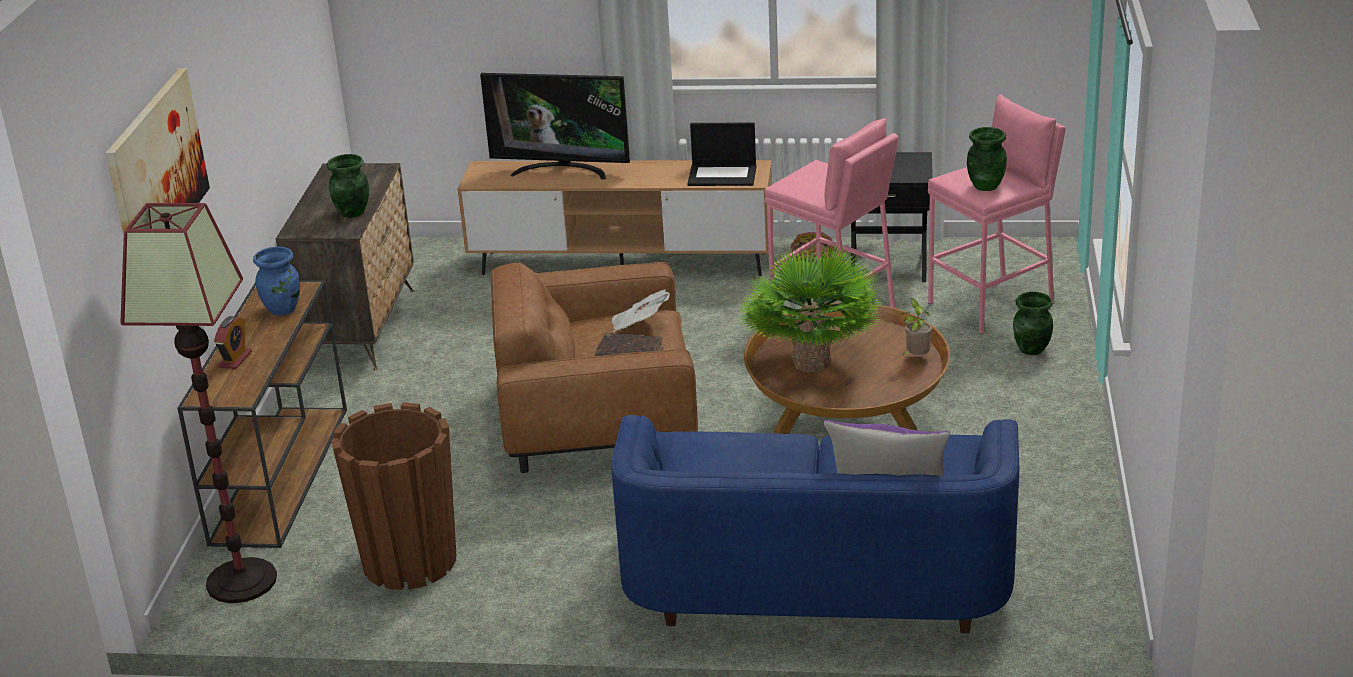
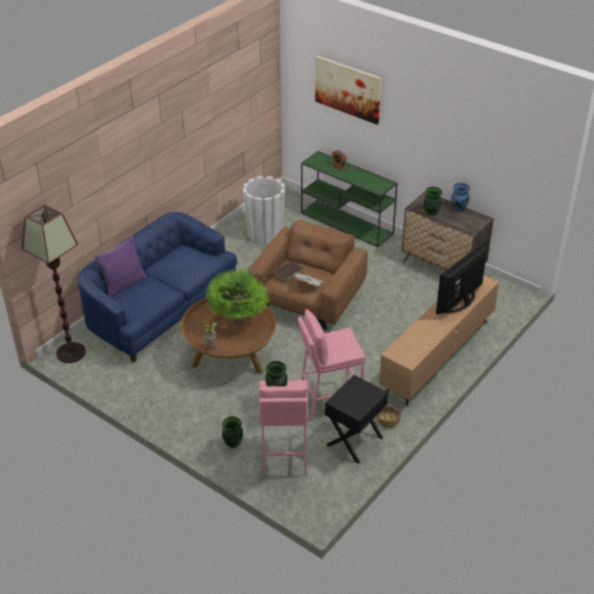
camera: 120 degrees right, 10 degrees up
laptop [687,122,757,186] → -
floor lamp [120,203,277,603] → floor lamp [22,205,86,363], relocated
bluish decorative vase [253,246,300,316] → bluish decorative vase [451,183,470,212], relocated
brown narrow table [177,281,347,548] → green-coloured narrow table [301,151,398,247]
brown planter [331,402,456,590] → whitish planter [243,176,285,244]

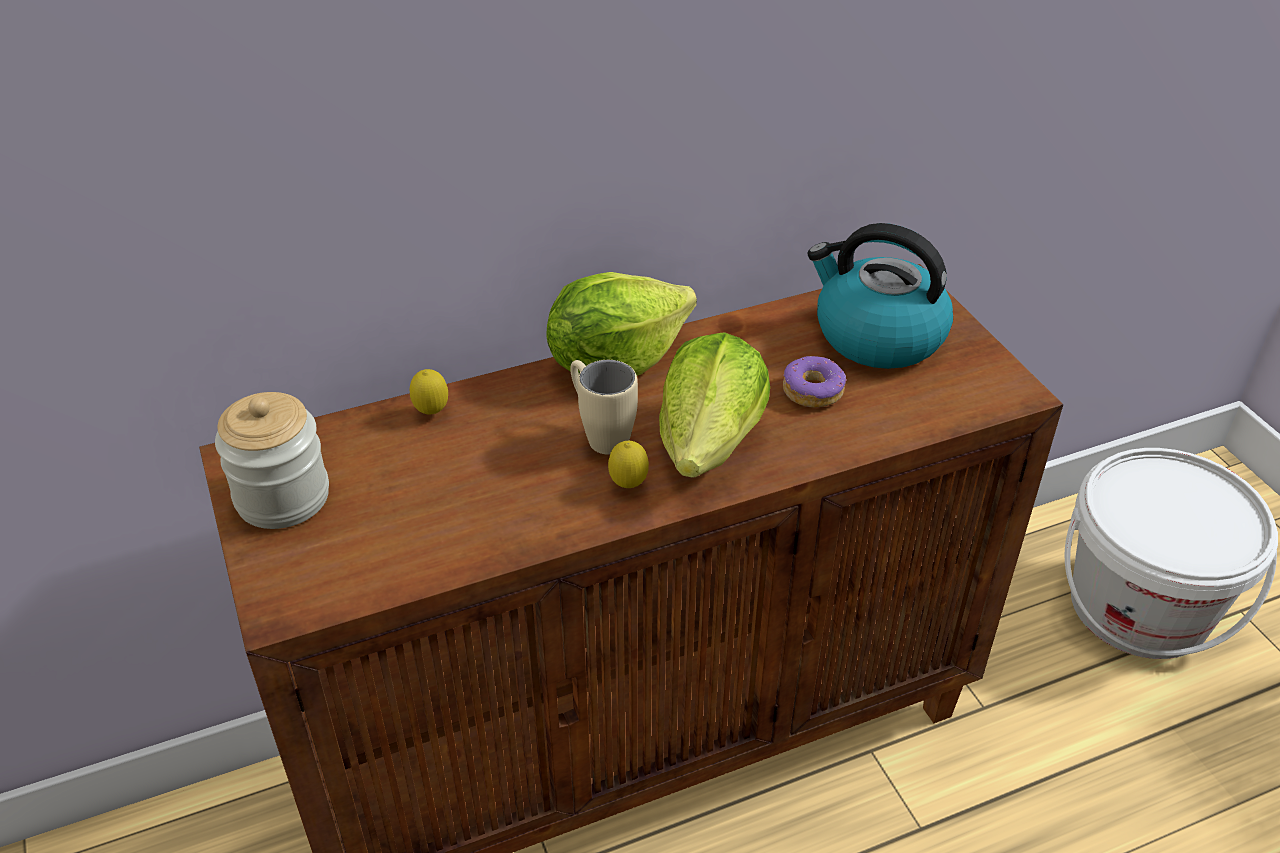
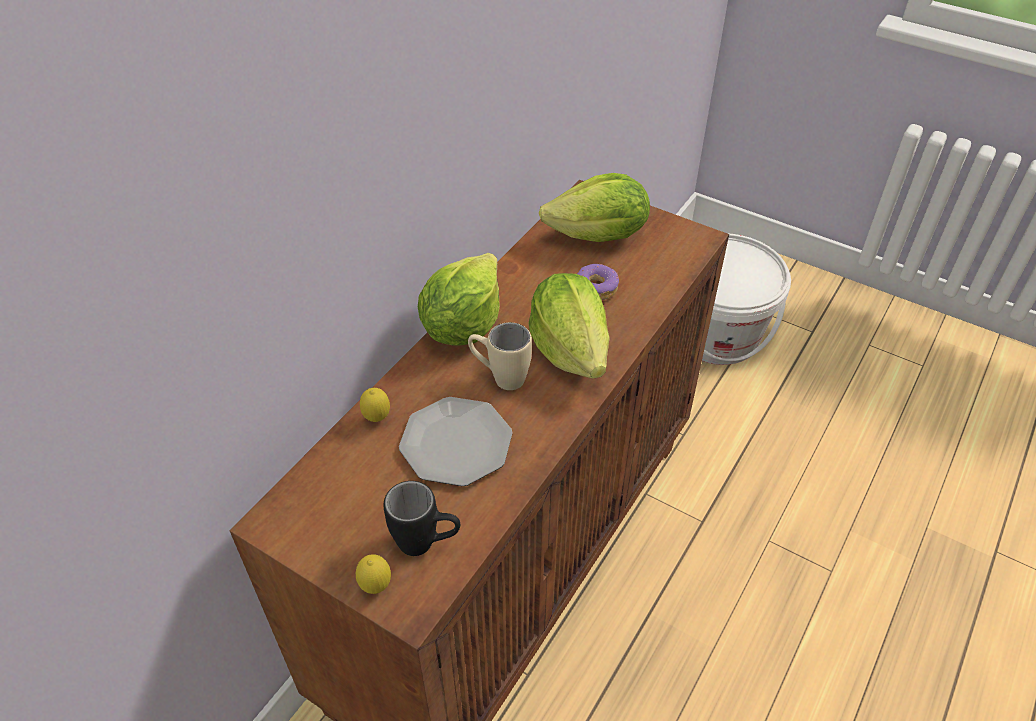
camera: 35 degrees left, 5 degrees up
kettle [808,223,953,369] → lettuce head [539,173,650,242]
jar [215,392,329,529] → -
lemon [608,441,649,488] → lemon [356,554,391,594], relocated
- → flat dish [399,397,513,486]
- → blackish coffee mug [383,481,460,556]

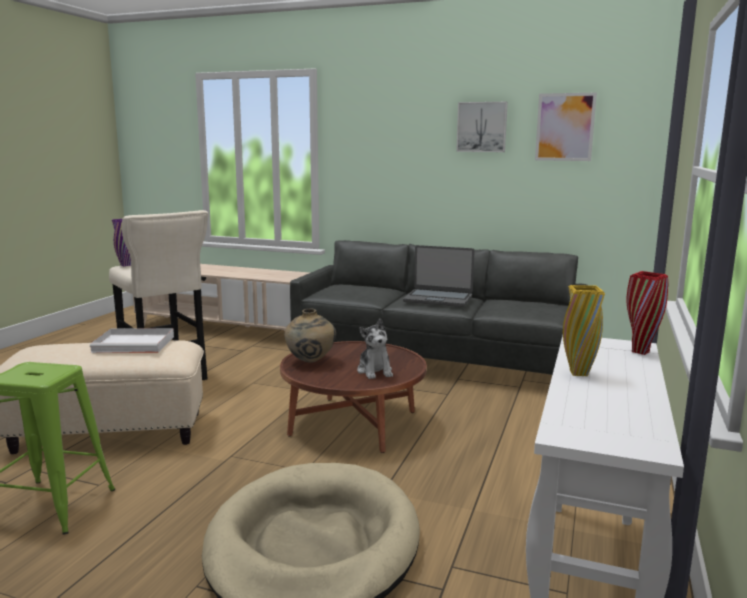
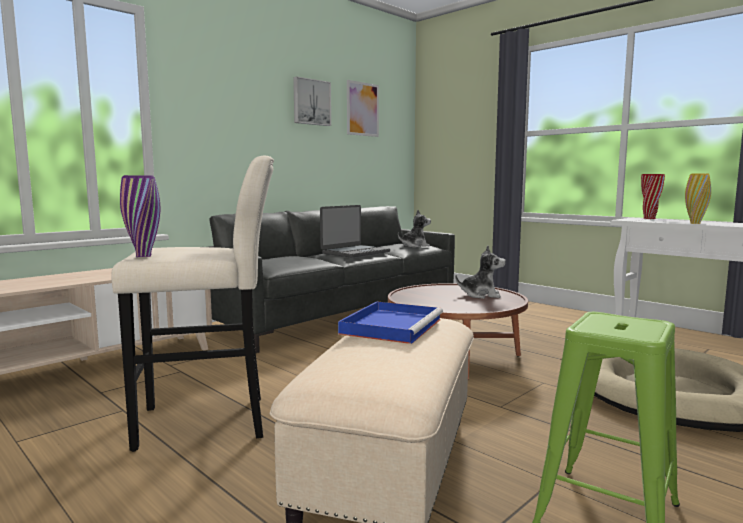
camera: 65 degrees left, 5 degrees down
beige-coloured decorative vase [284,309,336,363] → -
whitish carrying tray [90,328,174,353] → bluish carrying tray [338,301,443,344]
- → cuddly toy [398,210,431,247]

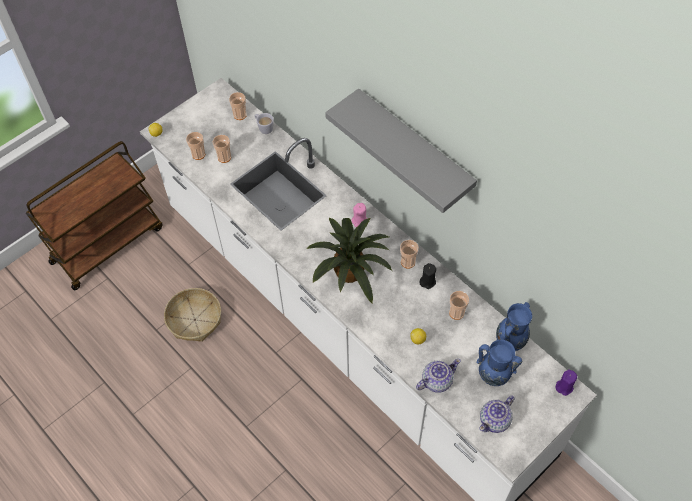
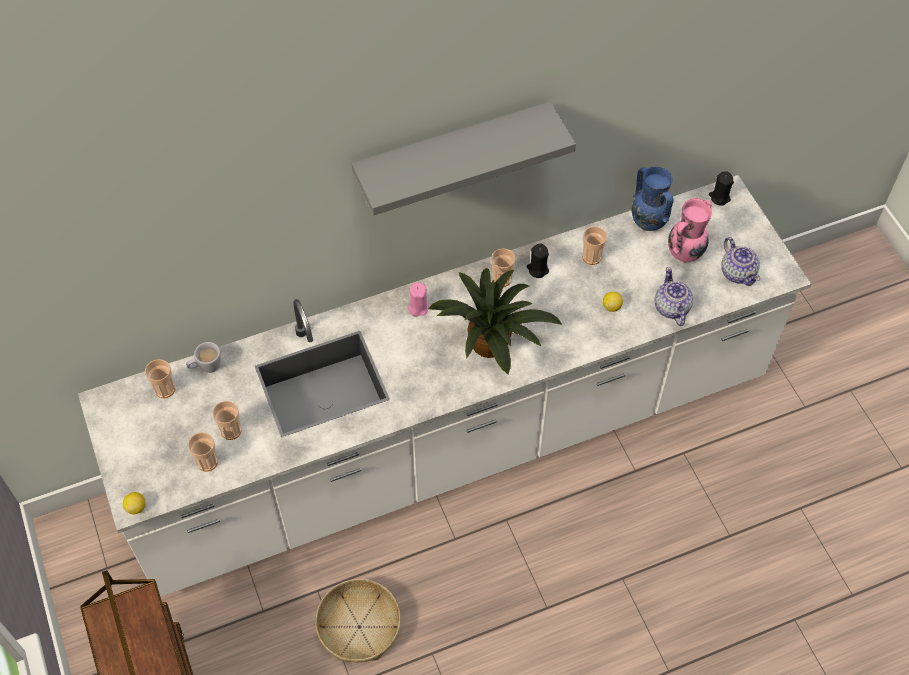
camera: 70 degrees left, 0 degrees up
bluish decorative vase [476,340,522,386] → pink-coloured decorative vase [668,198,712,263]
purplish candle [555,370,577,396] → blackish candle [709,171,734,206]

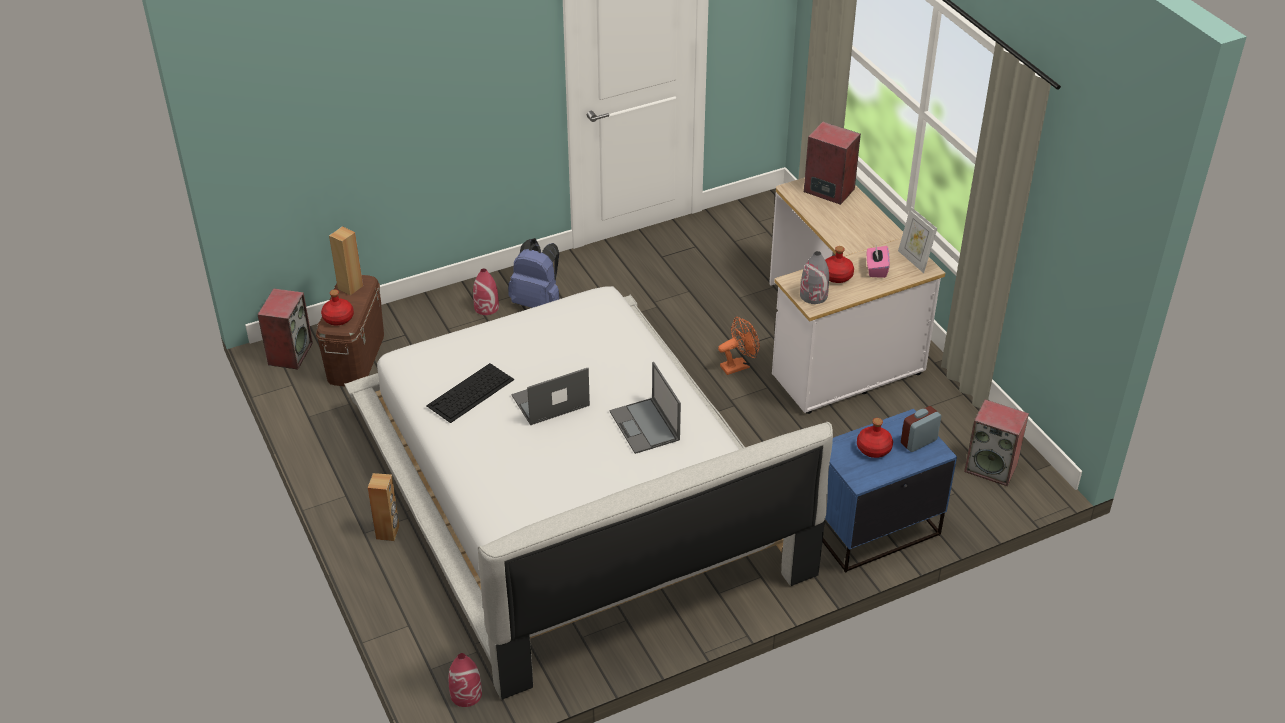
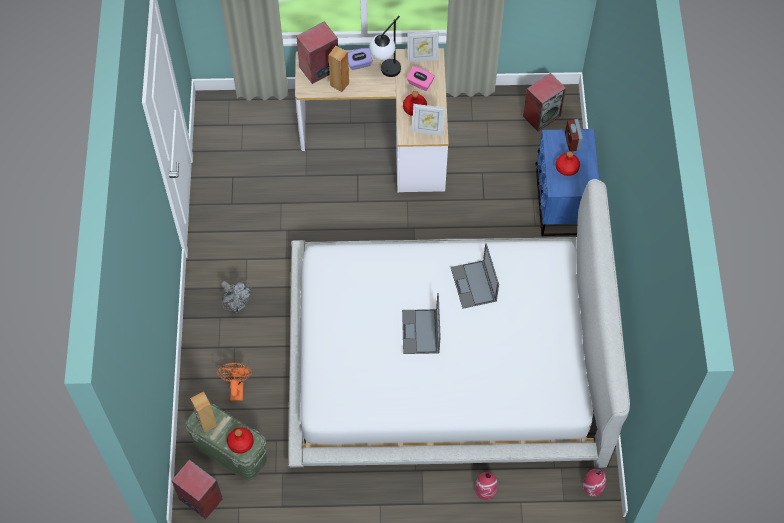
camera: 65 degrees left, 20 degrees up
bluish knapsack [508,238,559,308] → greyish electric fan [221,281,251,313]
greyish decorative vase [800,251,829,304] → photo frame [412,104,446,136]
red decorative vase [473,268,499,315] → red decorative vase [475,472,498,500], relocated
brown storage container [316,275,384,386] → green-coloured storage container [186,403,267,481]
orangey electric fan [718,317,760,375] → orangey electric fan [216,363,253,401], relocated
laptop [609,362,681,454] → laptop [451,243,499,309], 75 degrees clockwise
keyboard [426,363,514,423] → -
brown audio speaker [368,473,400,541] → brown audio speaker [329,46,349,92], relocated
- → lamp for a table [369,16,401,77]
- → purplish tissue holder [348,48,373,70]

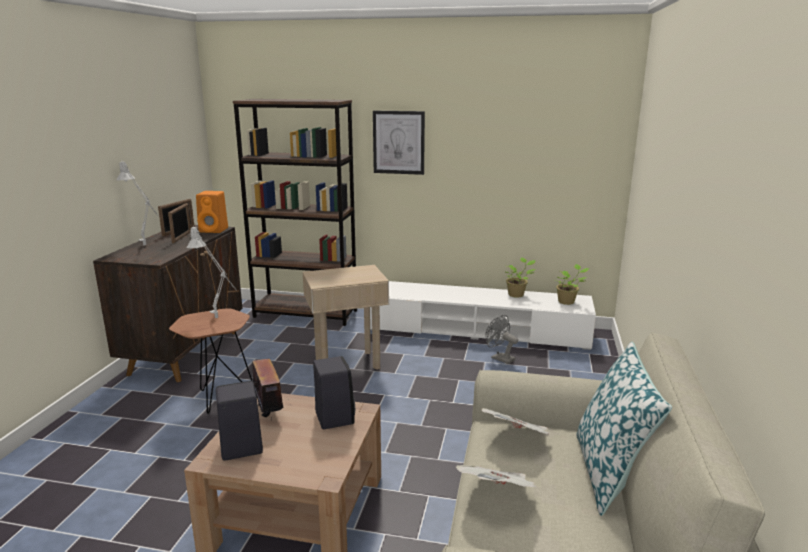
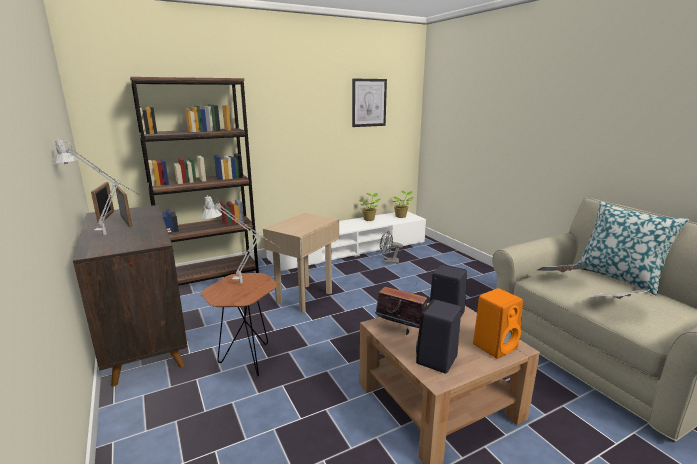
camera: 40 degrees left, 0 degrees up
wall art [373,111,425,175] → wall art [352,78,387,127], relocated
orangey audio speaker [196,191,228,233] → orangey audio speaker [473,288,523,359], relocated

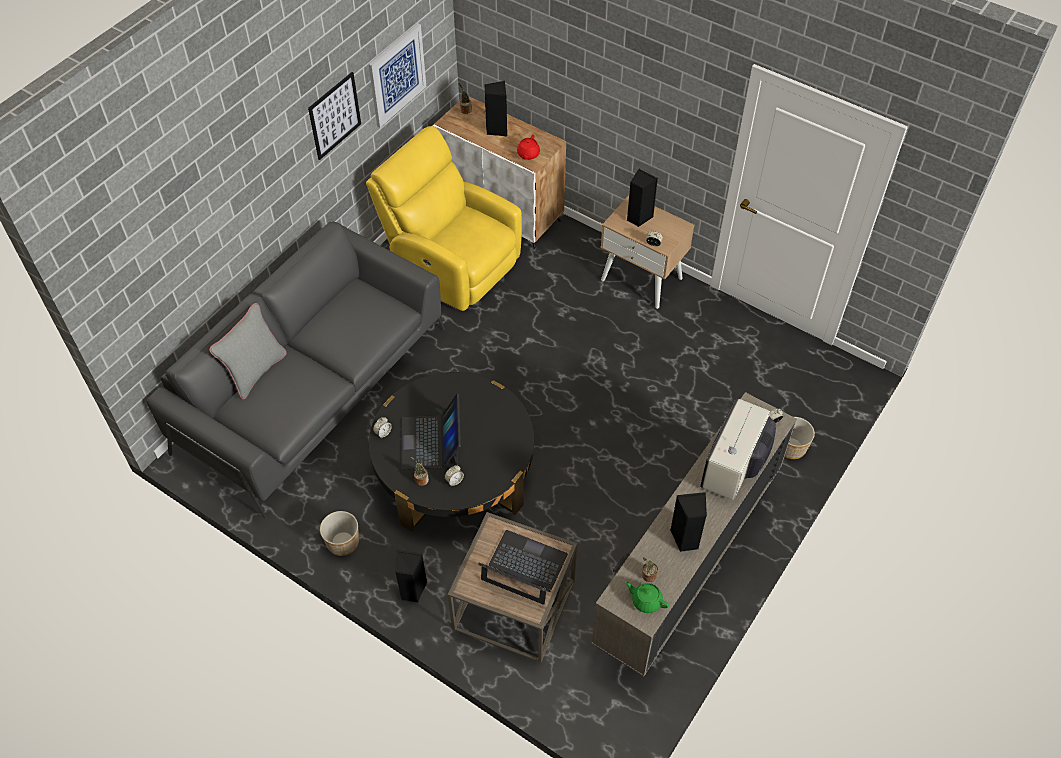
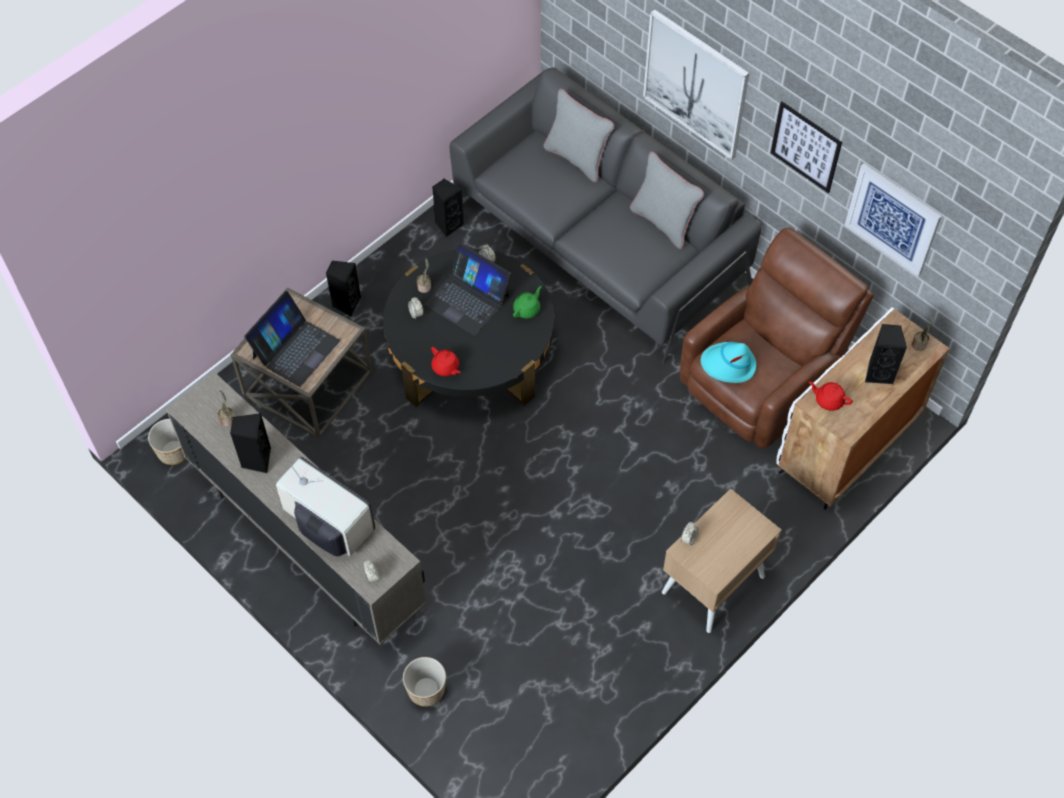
camera: 100 degrees right, 5 degrees up
yellow-coloured easy chair [366,126,522,311] → brown easy chair [680,228,874,449]
blackish audio speaker [627,169,658,227] → blackish audio speaker [432,179,464,238], relocated
laptop [401,394,461,469] → laptop [424,243,511,335], 150 degrees counterclockwise
planter [320,511,359,556] → planter [148,419,186,465], relocated
green-coloured pot for tea [625,581,669,613] → green-coloured pot for tea [513,286,542,319], relocated
- → wall art [643,9,749,160]
- → greyish pillow [630,151,704,249]
- → turquoise-coloured wearable hat [701,342,756,383]
- → red pot for tea [431,347,460,376]

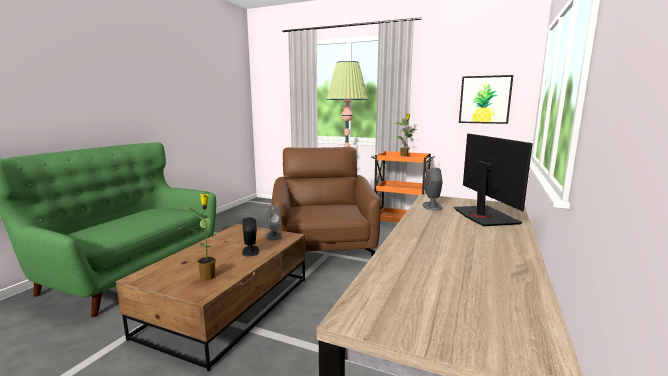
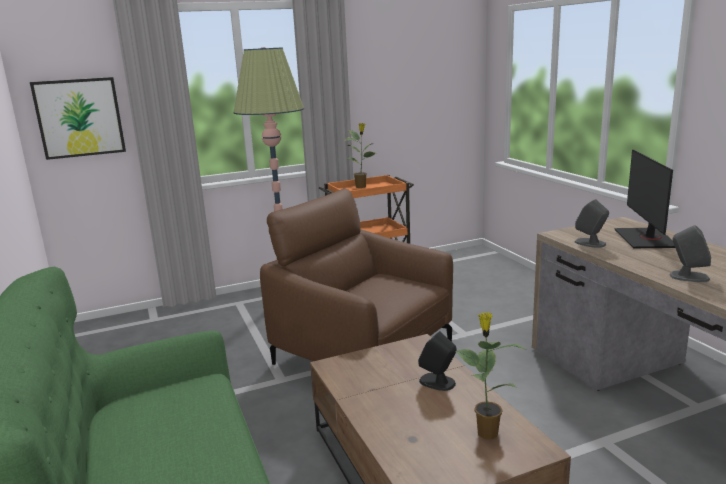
camera: 45 degrees left, 5 degrees up
wall art [459,75,513,124] → wall art [30,77,126,160], relocated
computer screen [454,133,533,226] → computer screen [614,149,675,248], 120 degrees counterclockwise
greyish audio speaker [266,205,282,240] → greyish audio speaker [670,225,711,282], relocated

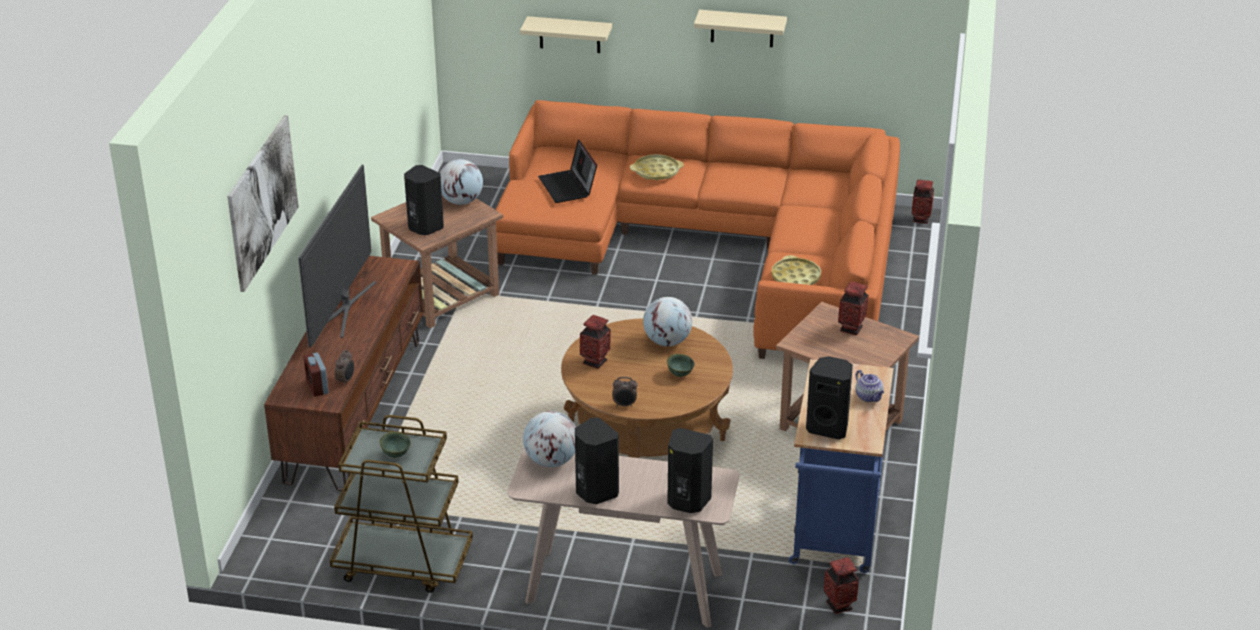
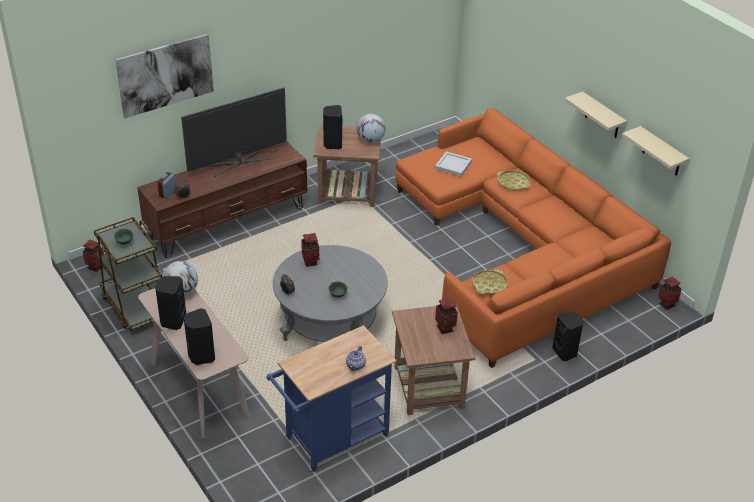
camera: 45 degrees right, 5 degrees up
beige-coloured bracket shelf [520,16,612,53] → beige-coloured bracket shelf [622,126,689,176], relocated
laptop [538,139,597,203] → whitish carrying tray [435,151,472,176]
desk globe [643,297,692,346] → -
brown lounge table [561,318,733,458] → greyish lounge table [273,245,388,342]
blackish audio speaker [806,356,853,440] → blackish audio speaker [552,312,583,361], relocated
decorative vase [824,557,859,614] → decorative vase [83,240,104,272], relocated

